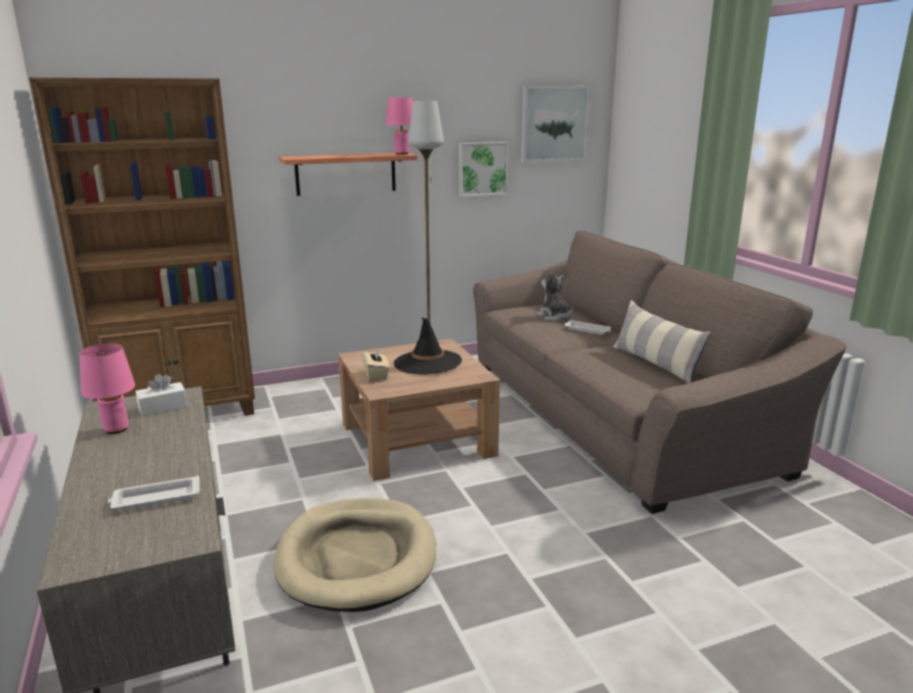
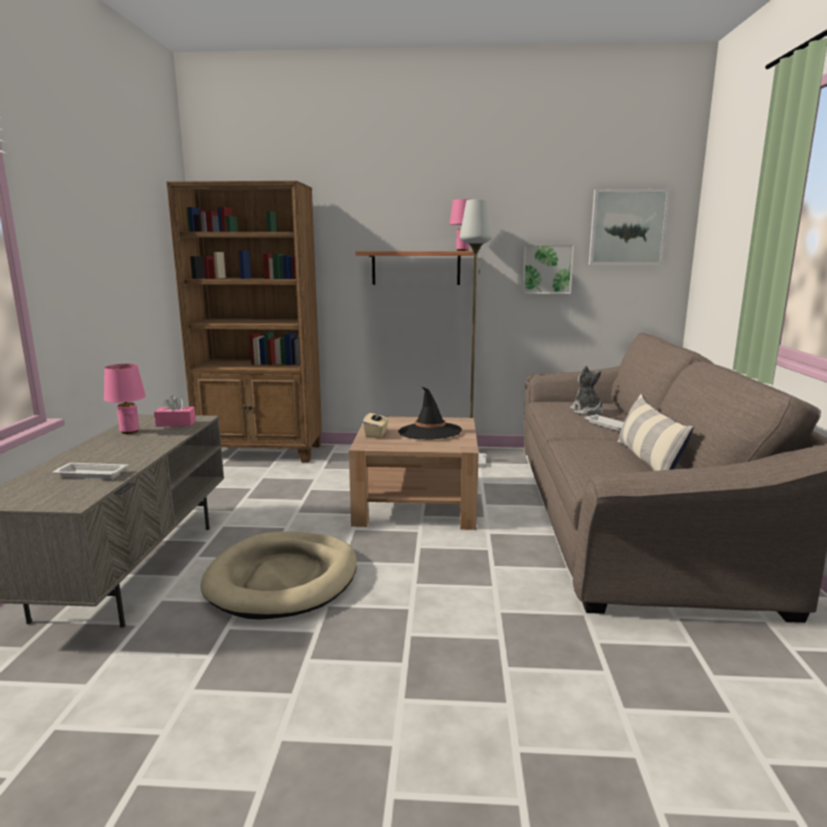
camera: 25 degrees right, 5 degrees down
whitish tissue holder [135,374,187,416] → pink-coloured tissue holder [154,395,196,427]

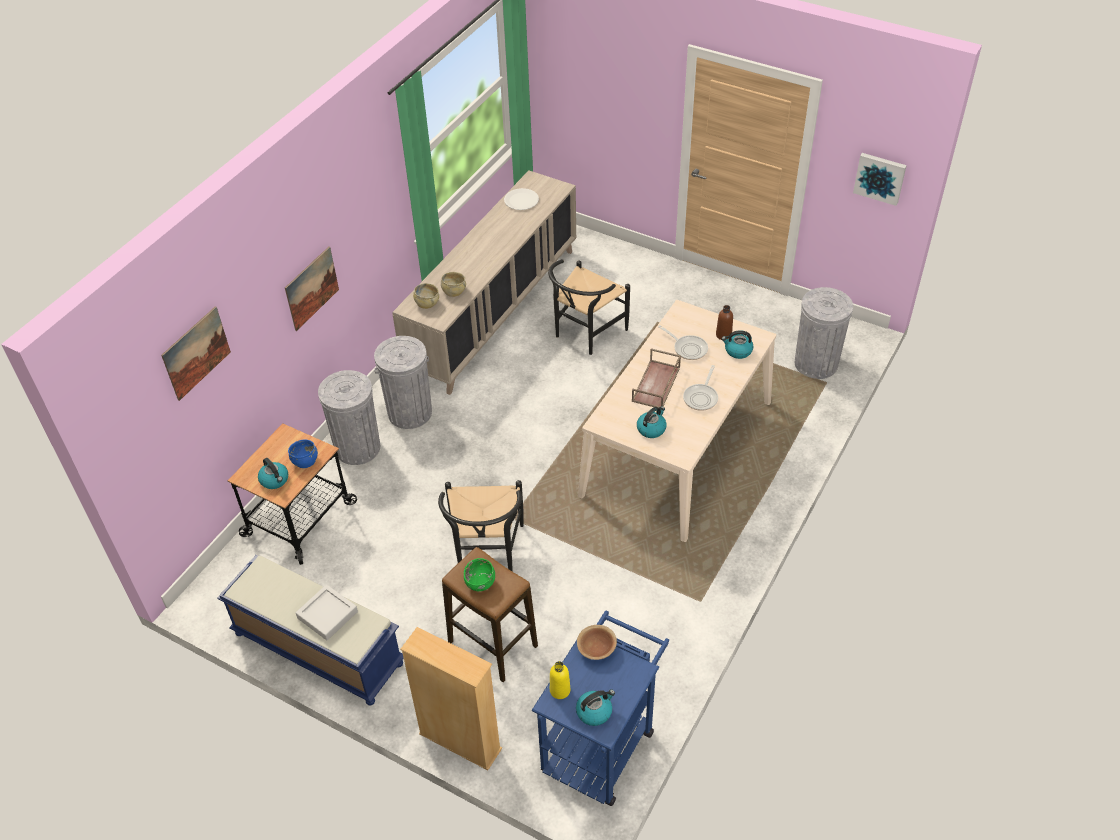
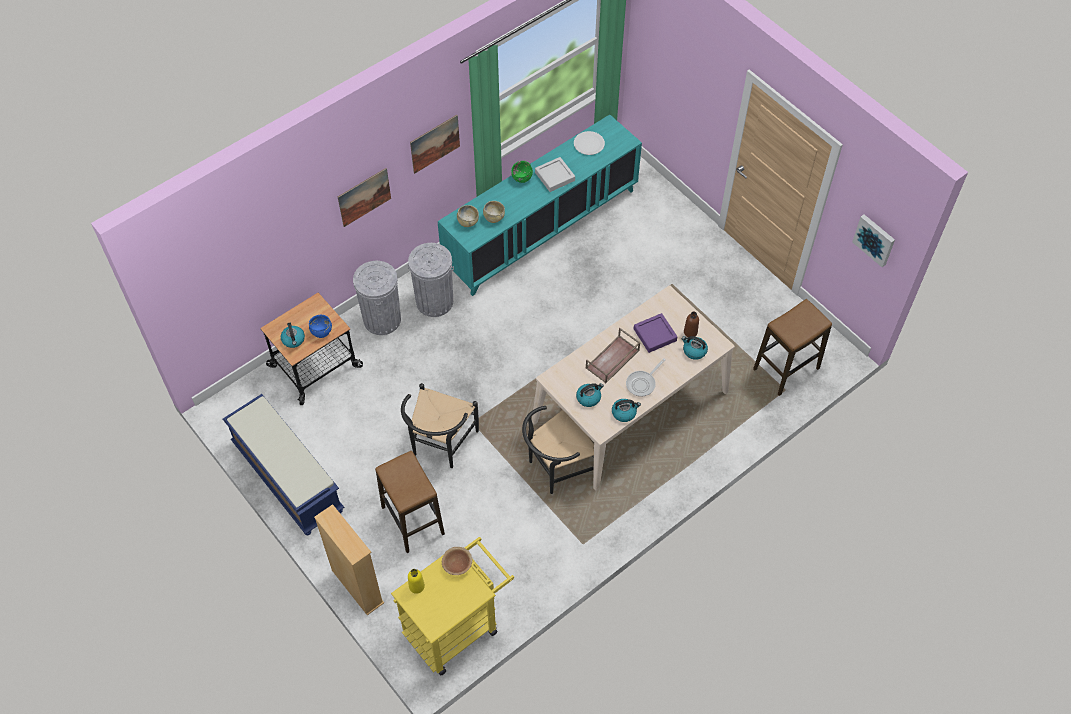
camera: 20 degrees right, 10 degrees up
beige-coloured cupboard [392,170,576,395] → turquoise-coloured cupboard [438,114,642,296]
blackish upright chair [548,259,630,355] → blackish upright chair [522,406,594,494], relocated
greyish rubbish bin [795,287,853,379] → sitting stool [753,299,832,396]
wall art [161,306,231,401] → wall art [410,115,460,174], relocated
pan [658,325,708,360] → purplish carrying tray [634,313,677,353]
green-coloured deep dish [464,558,495,591] → green-coloured deep dish [511,161,533,183], relocated
greyish carrying tray [296,585,358,640] → greyish carrying tray [535,157,575,192], relocated
bluish wheeled cart [532,611,669,806] → yellow-coloured wheeled cart [391,537,514,675]
kettle [576,689,615,726] → kettle [612,399,641,422], relocated

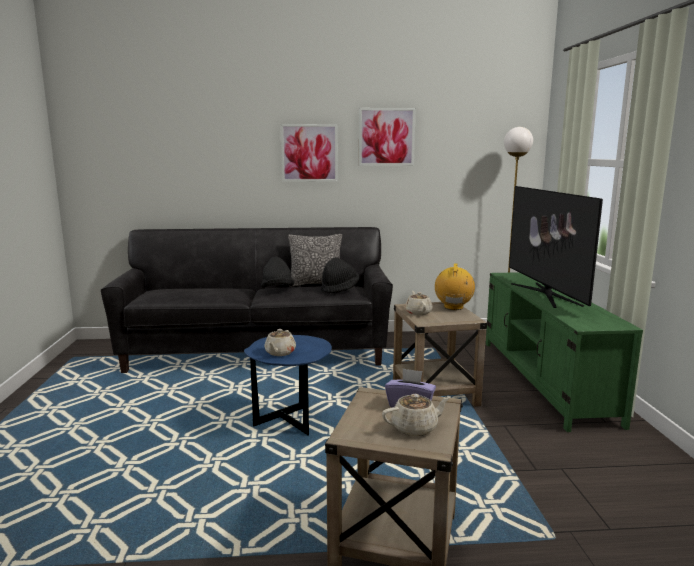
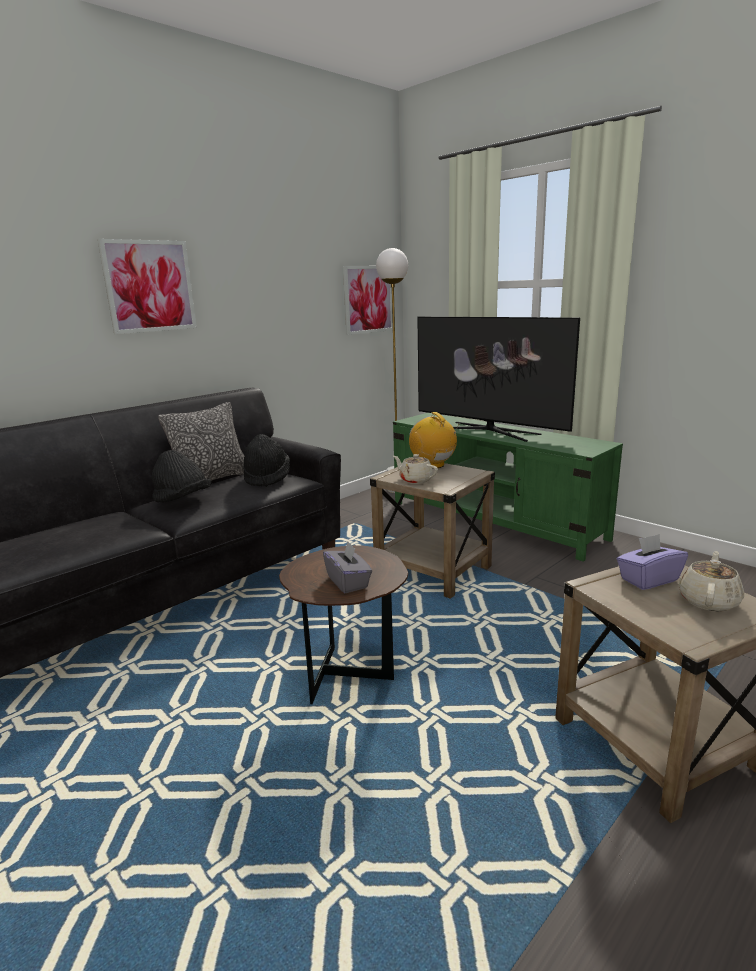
camera: 40 degrees left, 5 degrees up
wall art [359,108,416,166] → wall art [343,266,393,335], relocated
beige-coloured pot for tea [264,329,296,356] → greyish tissue holder [323,542,372,593]
bluish accent table [244,335,332,436] → brown accent table [279,545,408,704]

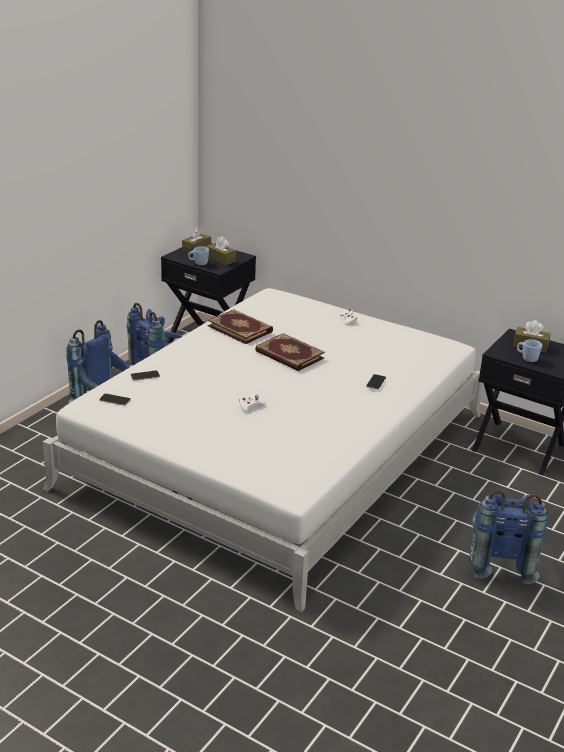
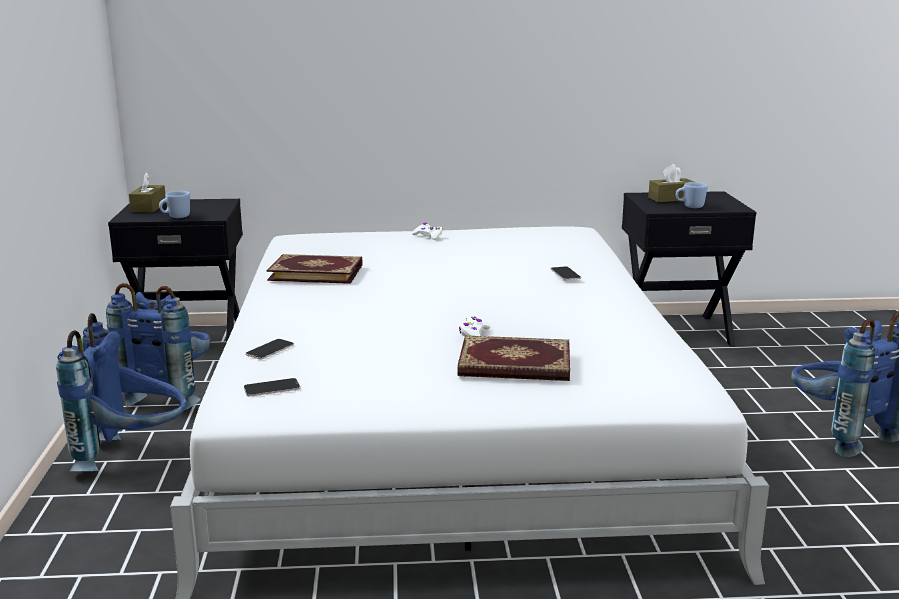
camera: 35 degrees left, 10 degrees down
brown tissue holder [206,236,236,265] → -
bound book [255,333,325,371] → bound book [457,335,570,381], relocated

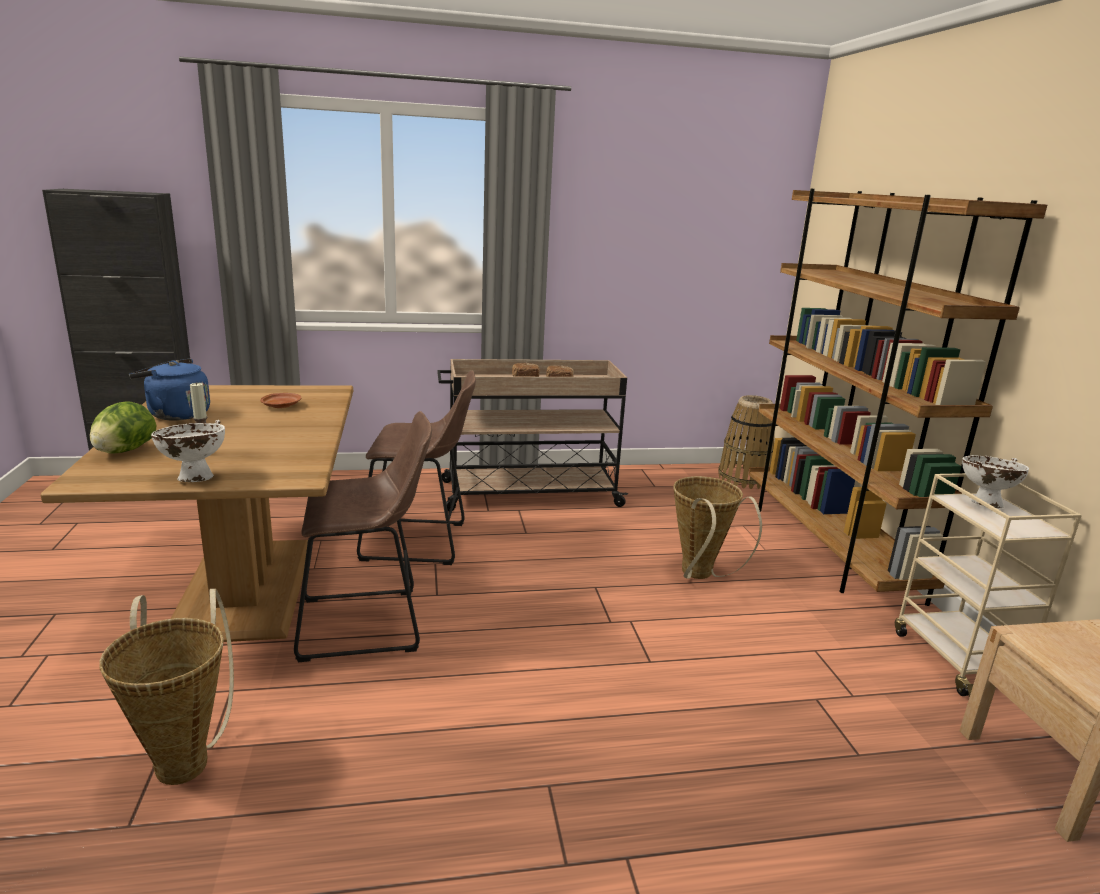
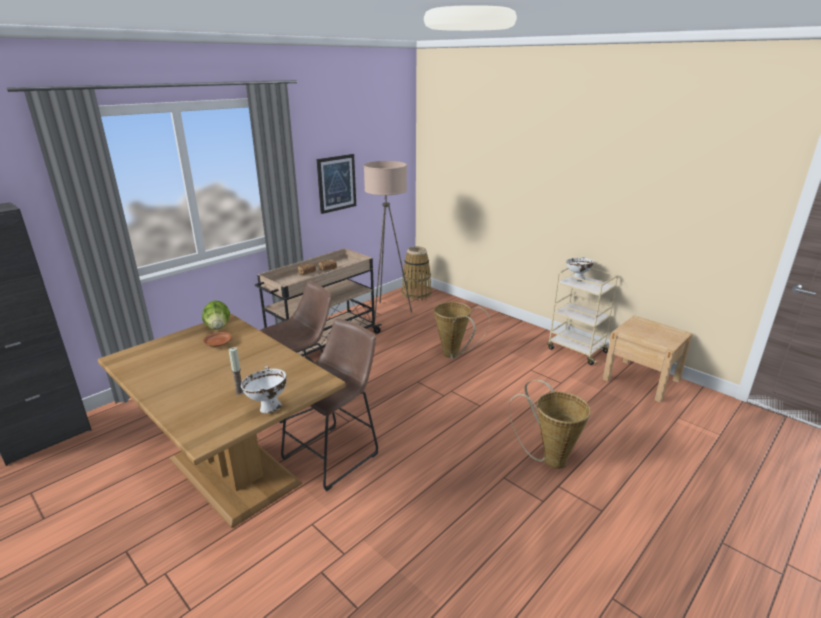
camera: 35 degrees left, 5 degrees up
brown bookshelf [749,189,1047,606] → -
bluish kettle [129,359,210,421] → -
lettuce head [90,401,156,454] → lettuce head [202,301,230,330], relocated
storage basket [99,589,234,785] → storage basket [509,379,591,469], relocated
- → wall art [317,154,356,214]
- → beige-coloured floor lamp [364,161,412,318]

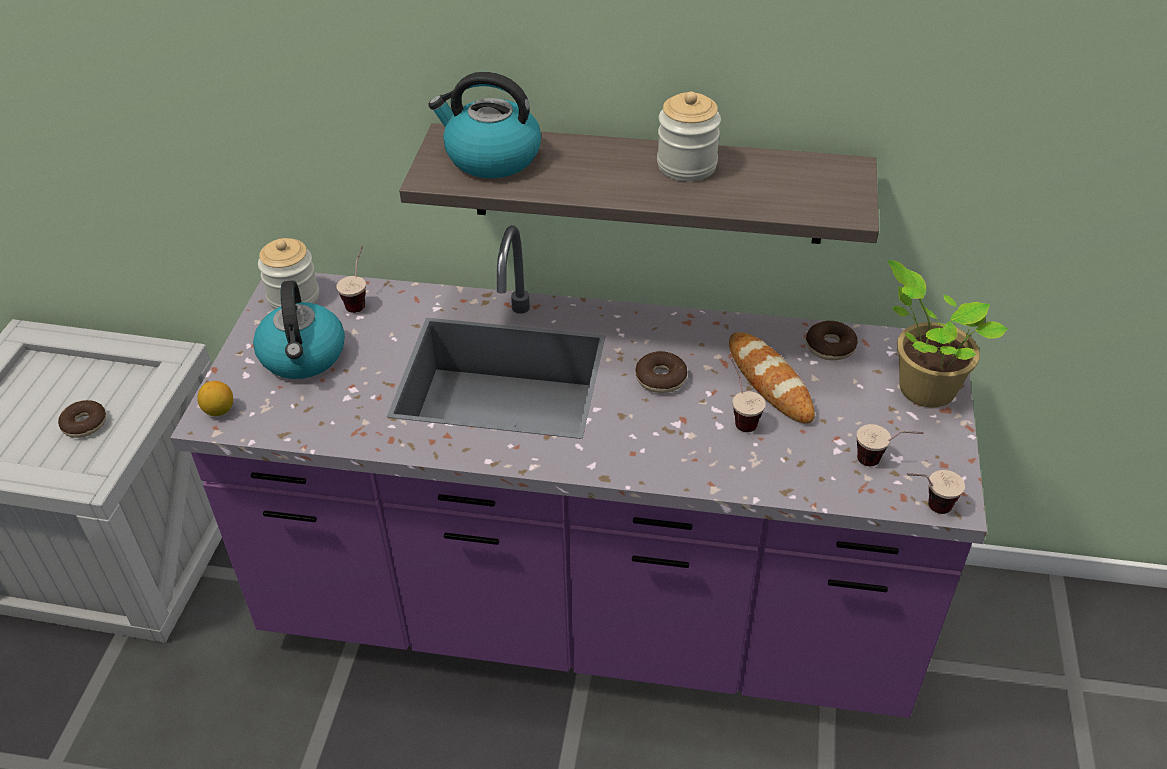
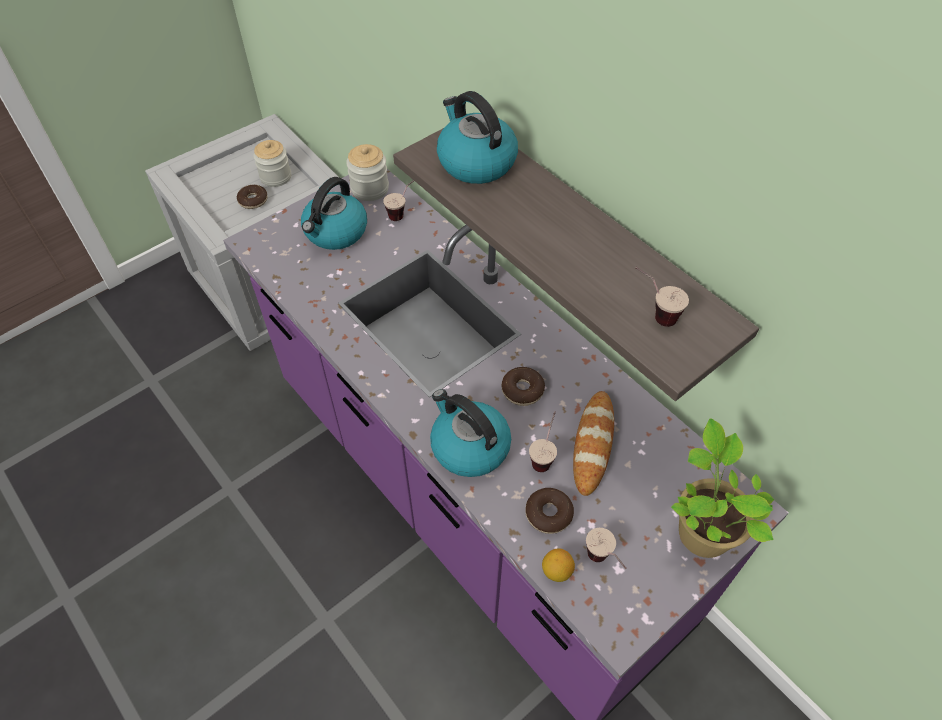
camera: 40 degrees right, 10 degrees up
jar [657,91,721,181] → jar [253,140,291,187], relocated
ring doughnut [806,321,858,361] → ring doughnut [525,488,574,534], relocated
lemon [197,381,233,416] → lemon [542,549,575,582], relocated
cup [907,470,965,514] → cup [635,267,689,327], relocated
- → kettle [430,389,511,477]

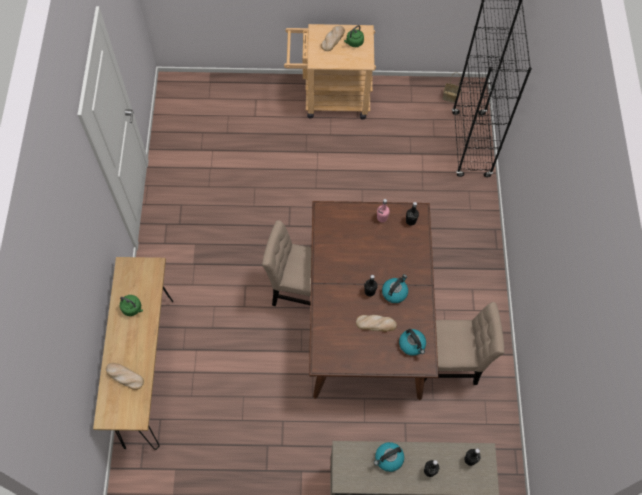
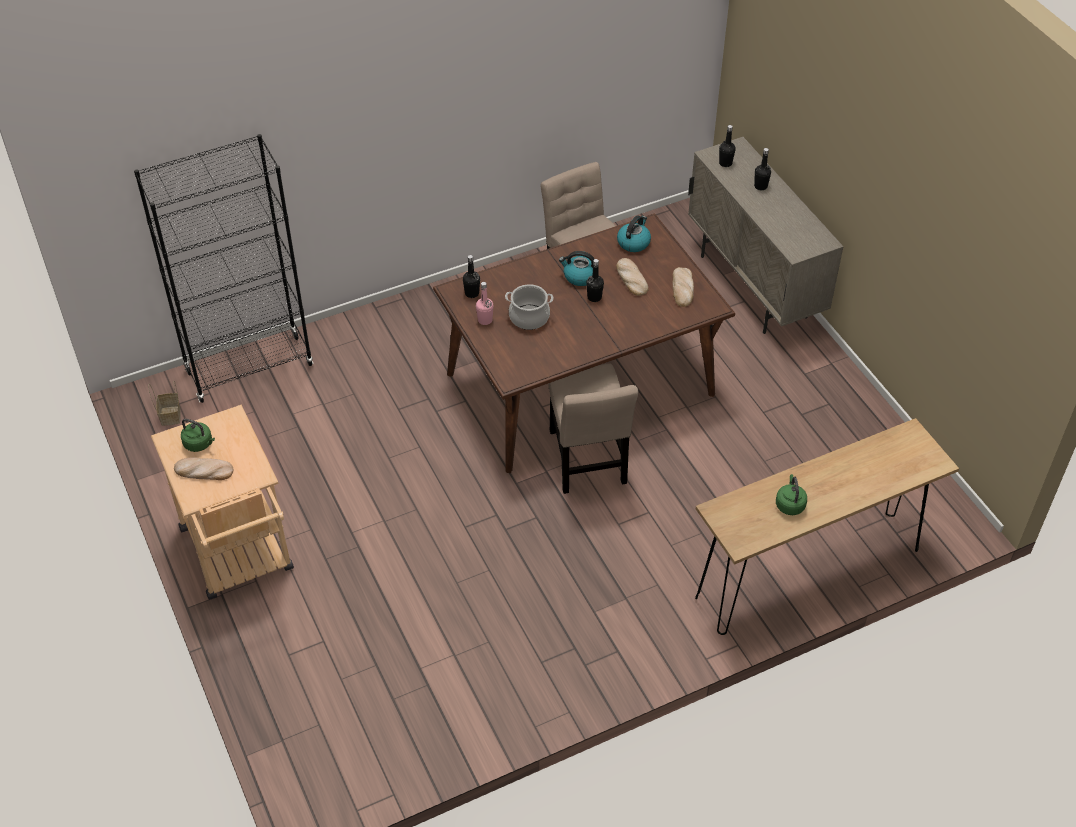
camera: 115 degrees left, 15 degrees down
baked bread [106,363,144,390] → baked bread [673,267,694,307], relocated
kettle [374,442,404,472] → -
- → saucepot [505,284,554,330]

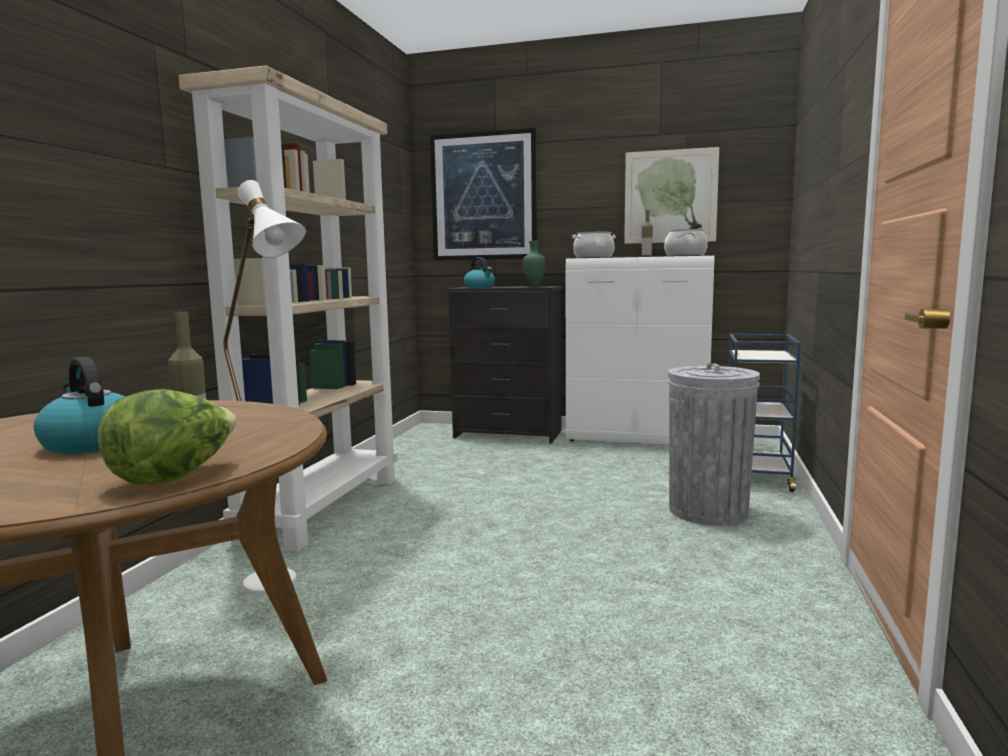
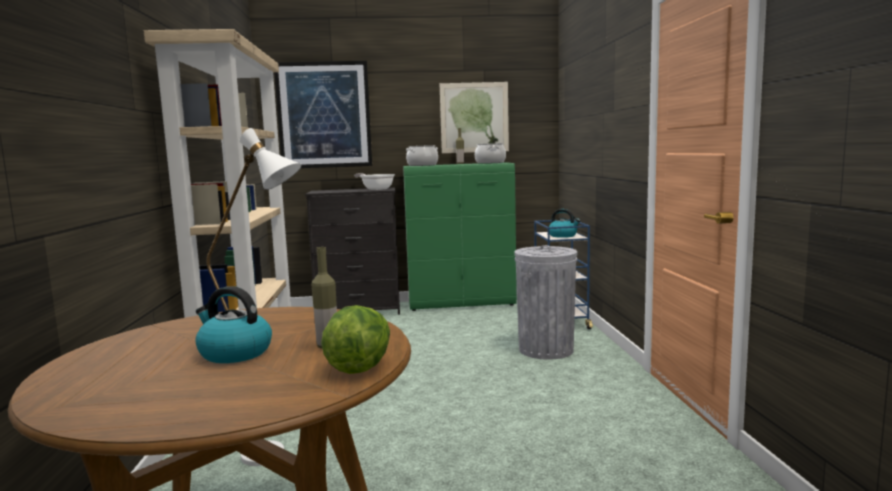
camera: 20 degrees left, 0 degrees up
green-coloured decorative vase [523,241,545,287] → pan [354,173,395,190]
whitish cupboard [566,256,714,444] → green-coloured cupboard [403,162,517,311]
kettle [464,257,495,288] → kettle [549,209,581,238], relocated

